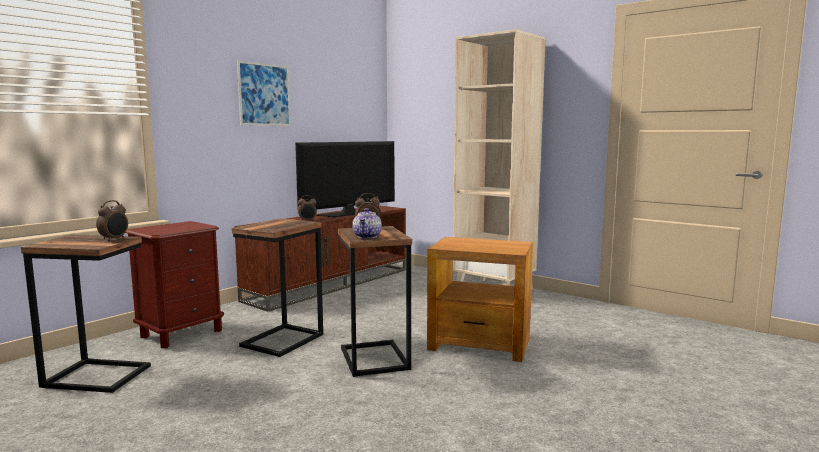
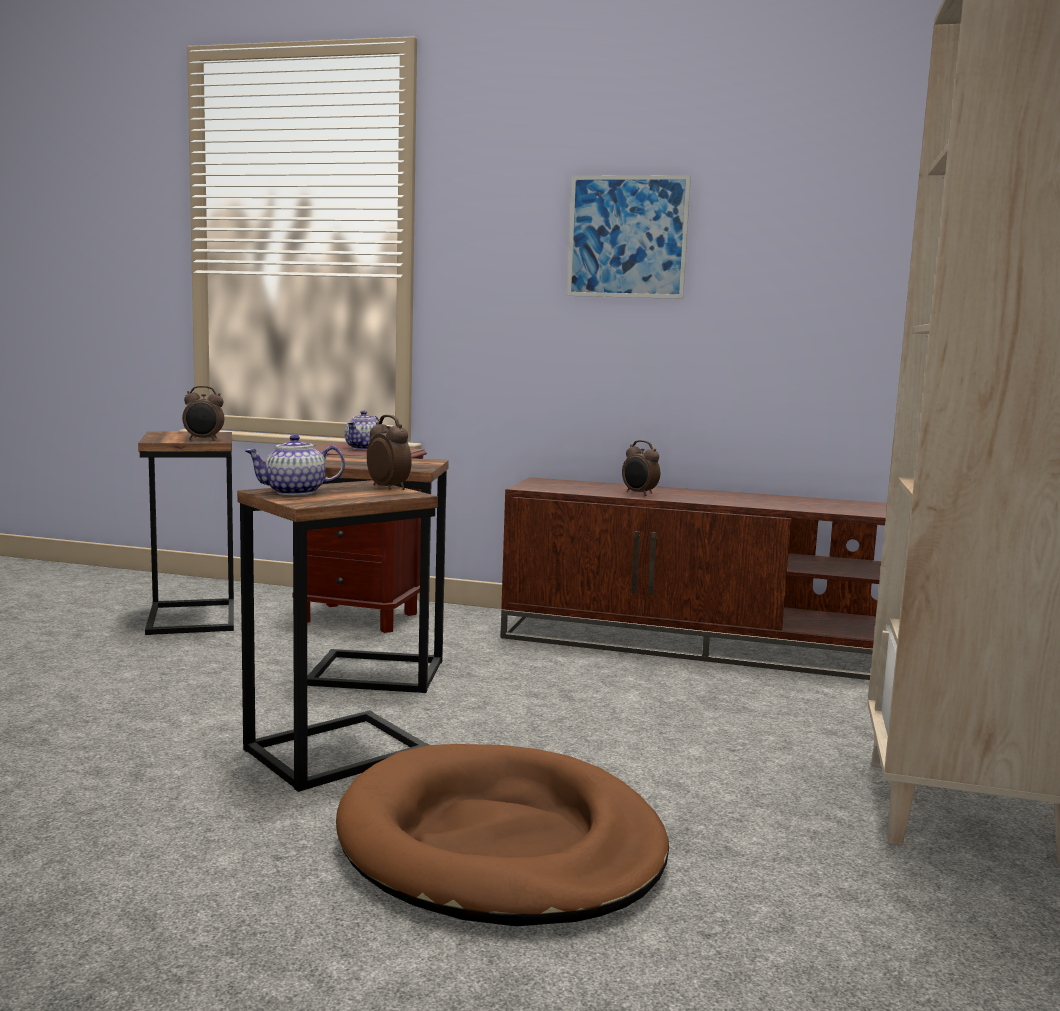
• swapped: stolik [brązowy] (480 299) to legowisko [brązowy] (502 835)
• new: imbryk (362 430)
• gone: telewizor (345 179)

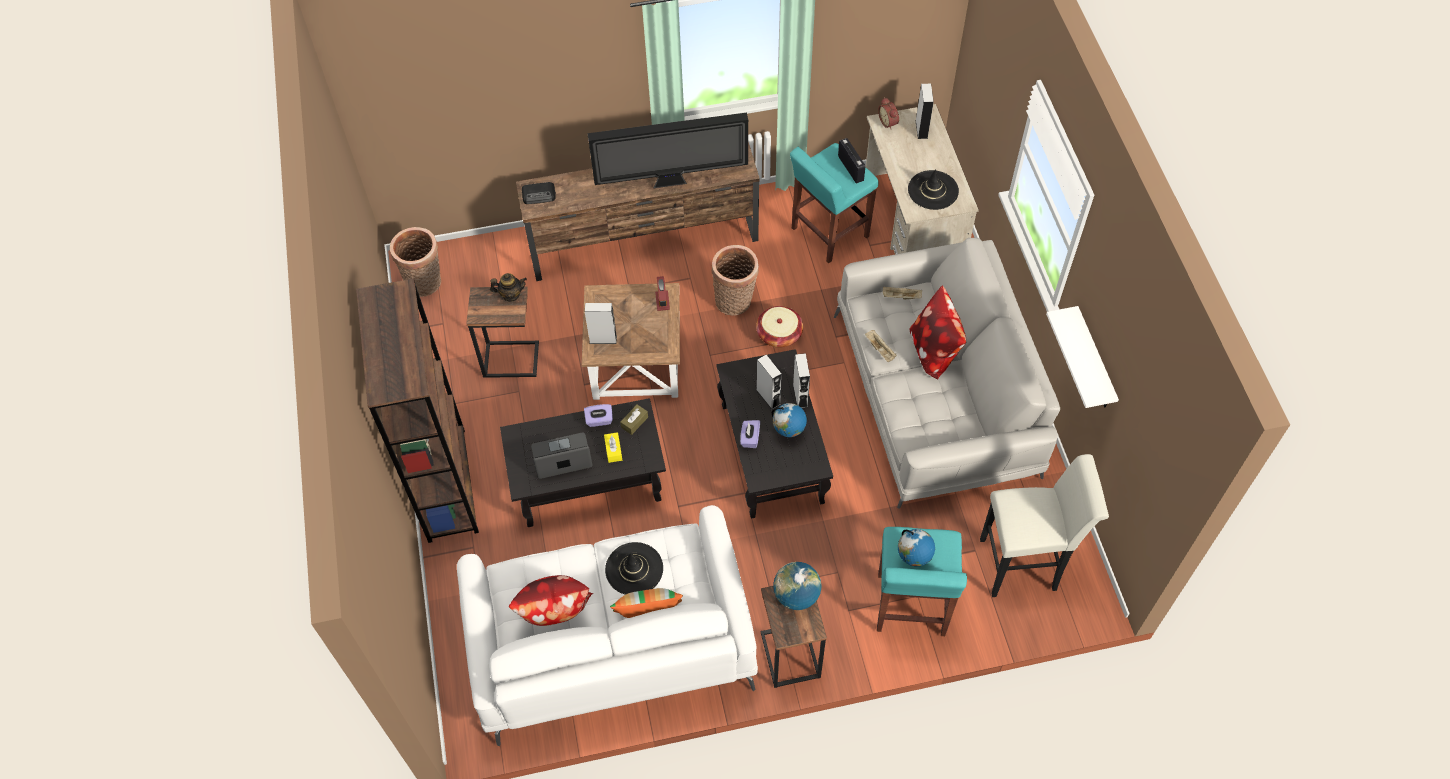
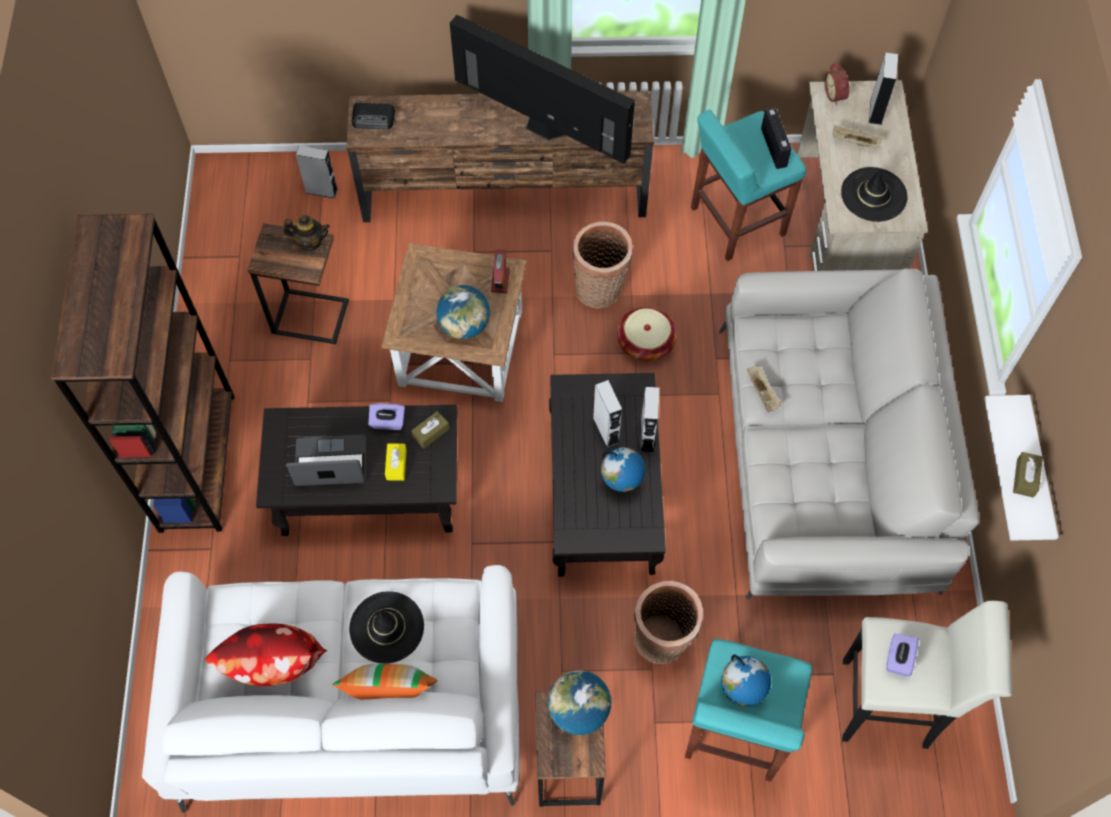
• shifted: głośnik [szary] (601 323) to (317 171)
• new: globus (463 312)
• rotated: telewizor (667 150) = (542 89) 150 degrees counterclockwise
• shifted: koszyk (415 262) to (668 622)
• shifted: taca [beżowy] (902 292) to (857 136)
• shifted: pudełko chusteczek [fioletowy] (750 434) to (902 655)
• new: pudełko chusteczek [brązowy] (1028 475)
• gone: poduszka (938 332)

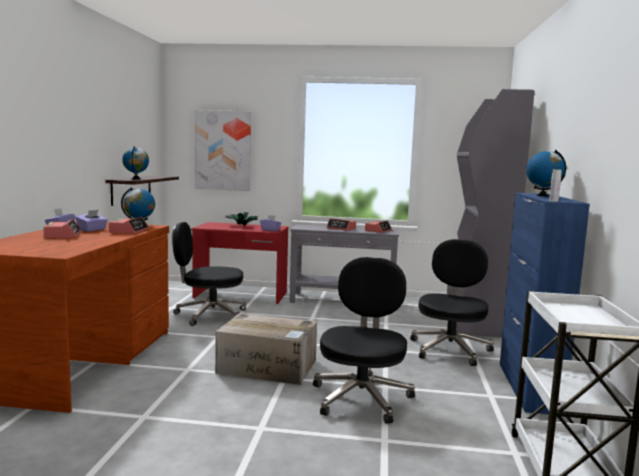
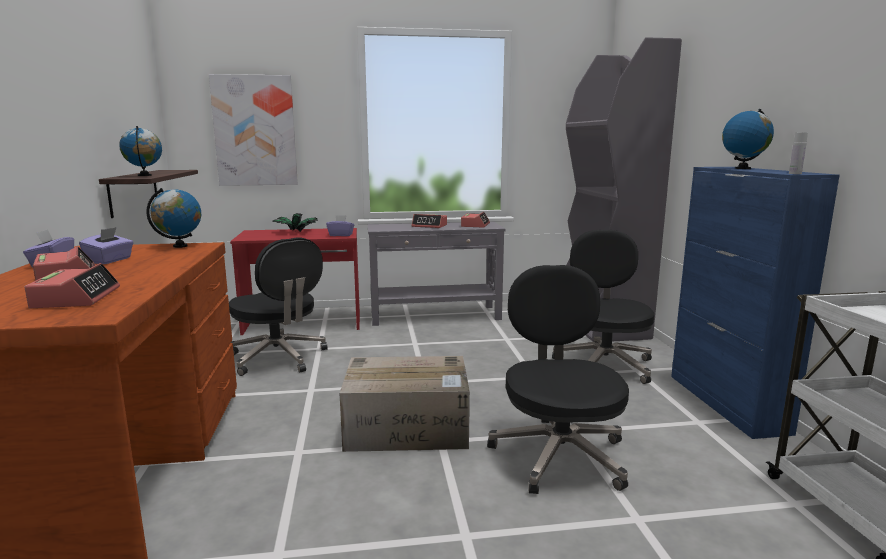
• shifted: budzik (129 225) to (72 285)
• rotated: krzesło biurowe [czarny] (209 274) = (278 307) 120 degrees counterclockwise

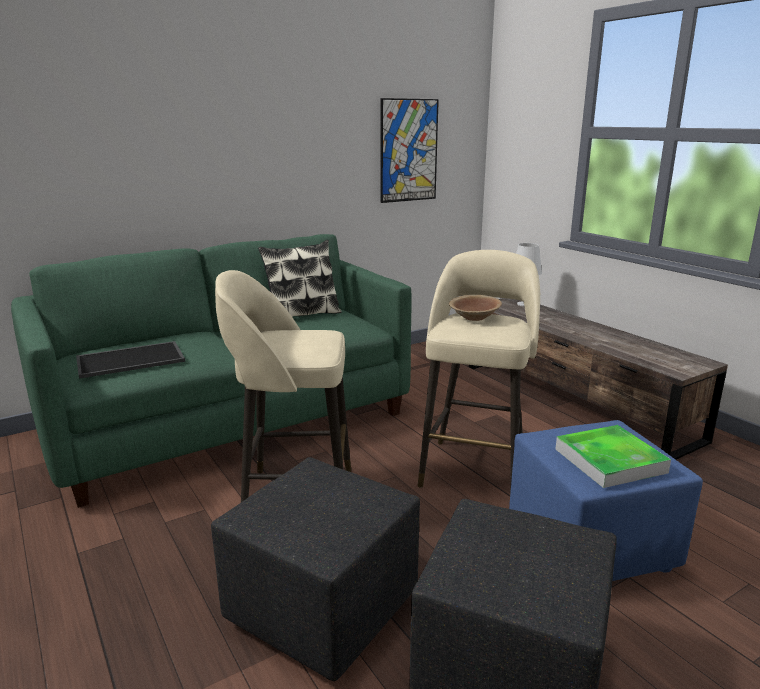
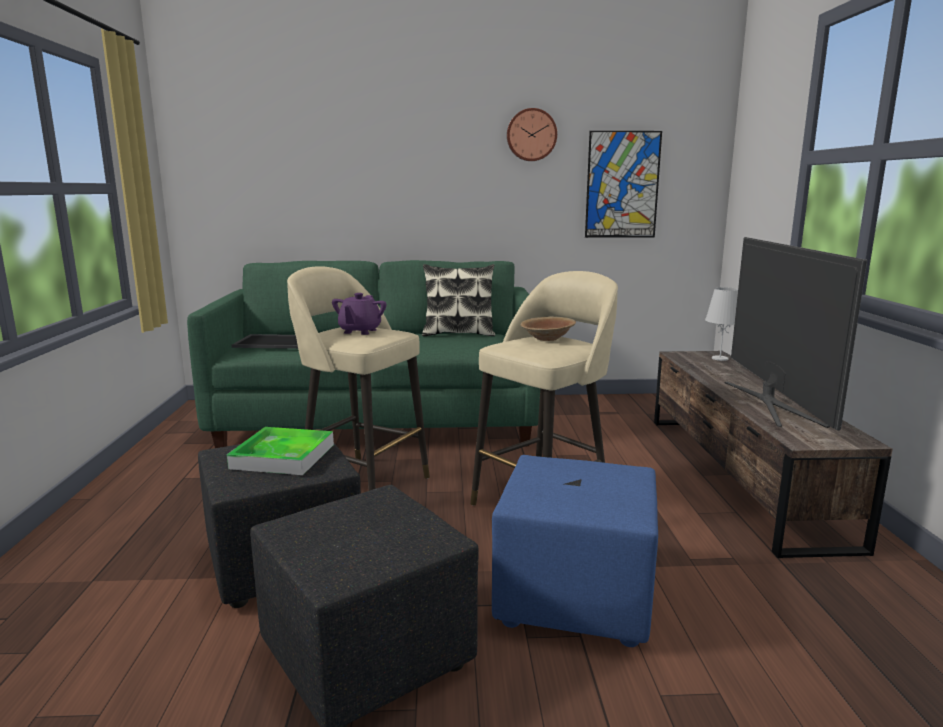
• shifted: taca (613 456) to (280 451)
• new: imbryk [fioletowy] (359 314)
• new: zegar ścienny (532 134)
• new: telewizor (796 334)

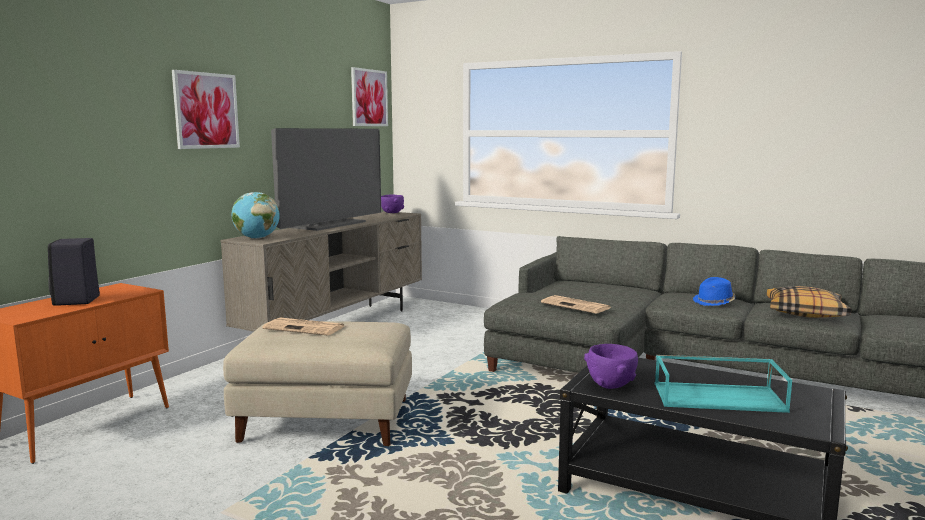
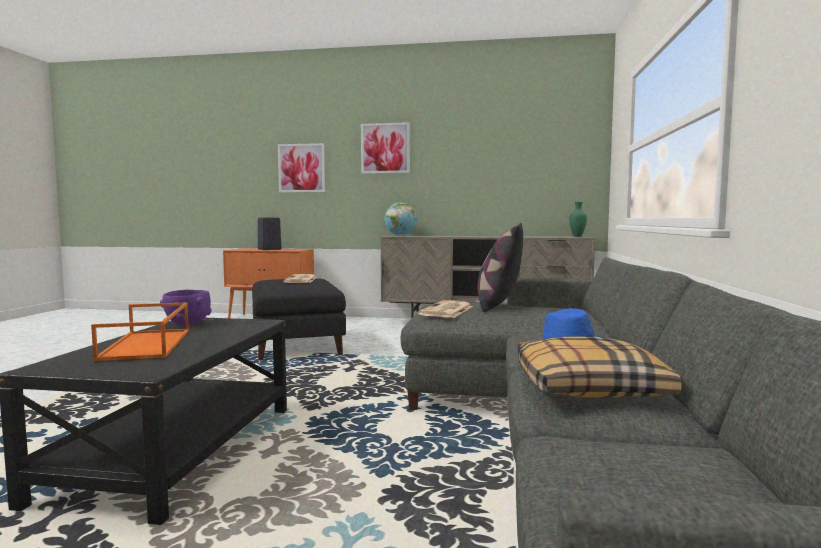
• repainted: taca [turkusowy] (723 384) to taca [pomarańczowy] (140 332)
• repainted: pufa [beżowy] (317 383) to pufa [czarny] (299 319)
• shifted: obraz (369 96) to (301 167)
• new: poduszka (500 267)
• swapped: miska [fioletowy] (392 203) to wazon [zielony] (578 219)
• gone: telewizor (326 179)

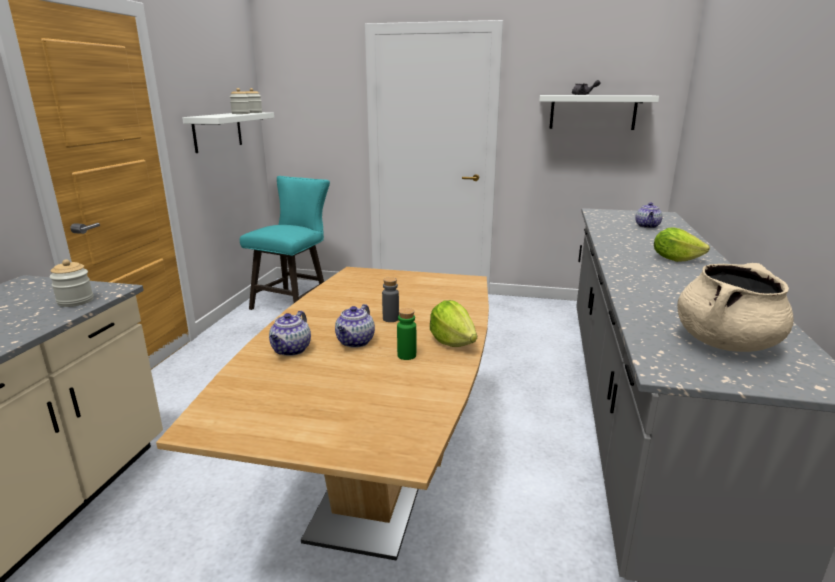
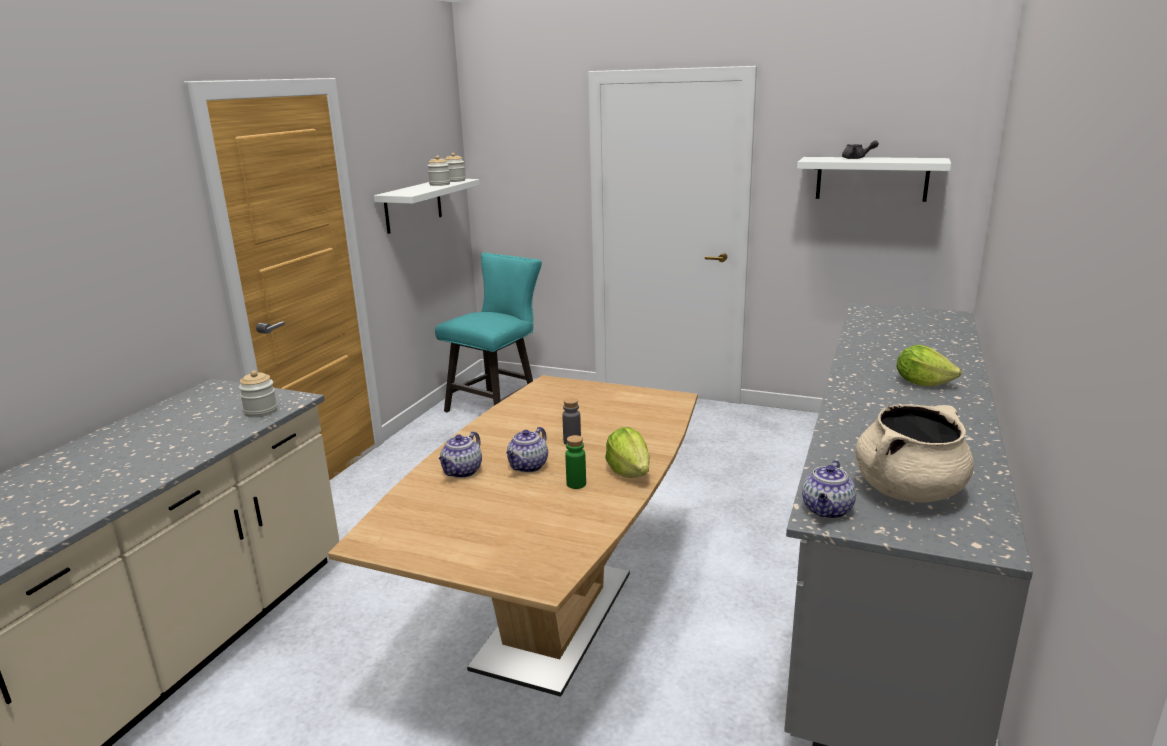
• shifted: imbryk (649 215) to (829 489)

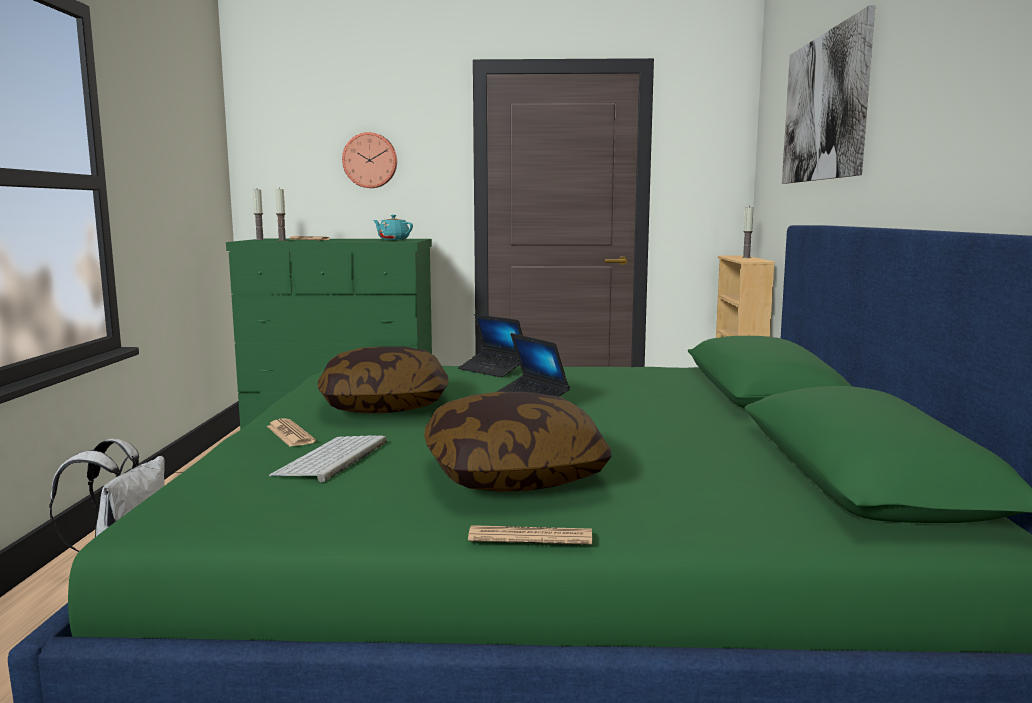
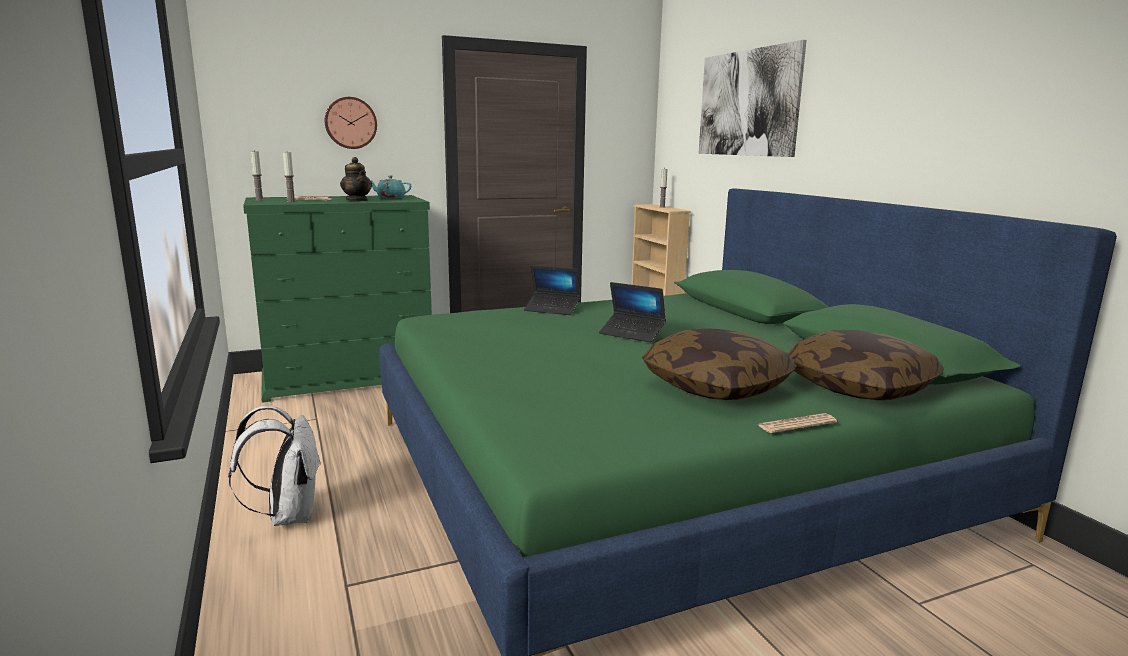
• new: imbryk (356 179)
• shifted: poduszka (383 379) to (866 364)
• gone: gazeta (291 433)
• gone: klawiatura (328 458)

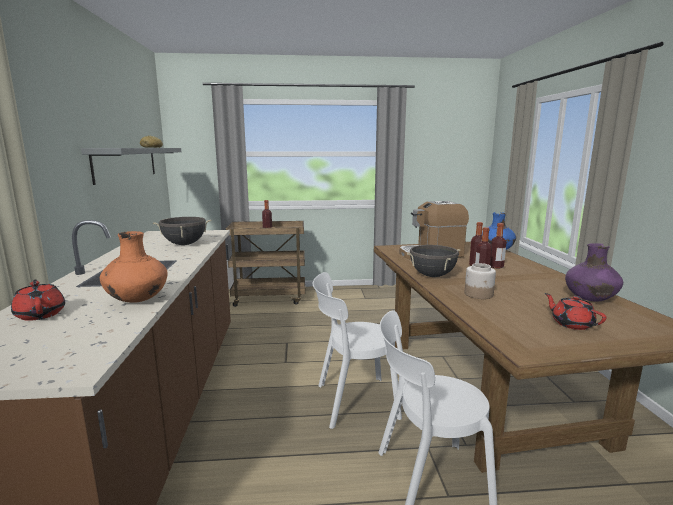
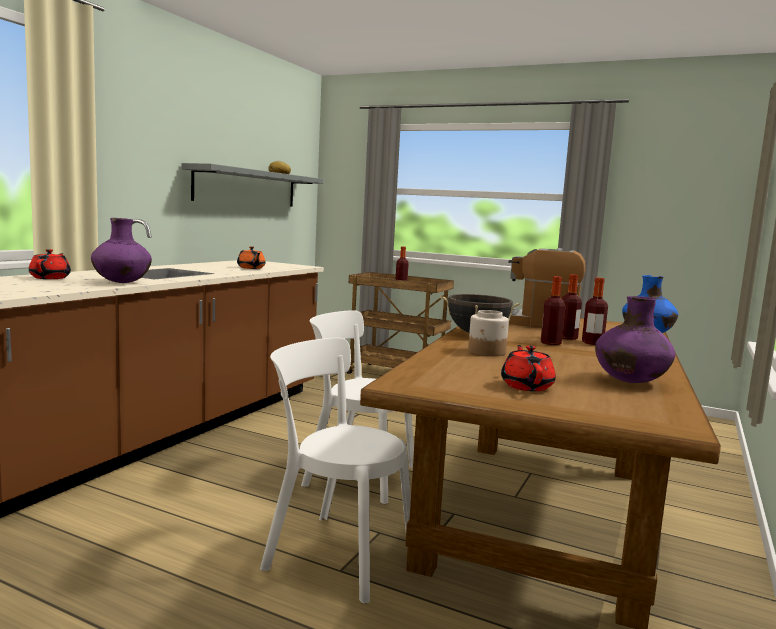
• repainted: wazon [pomarańczowy] (134 267) to wazon [fioletowy] (121 250)
• swapped: garnek [czarny] (182 231) to imbryk [pomarańczowy] (251 257)

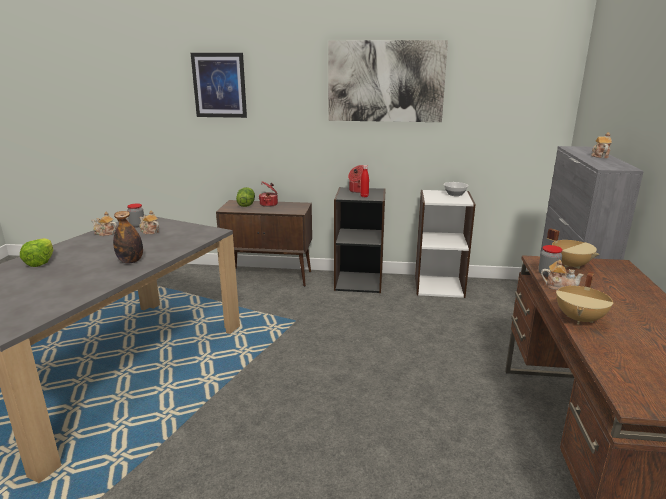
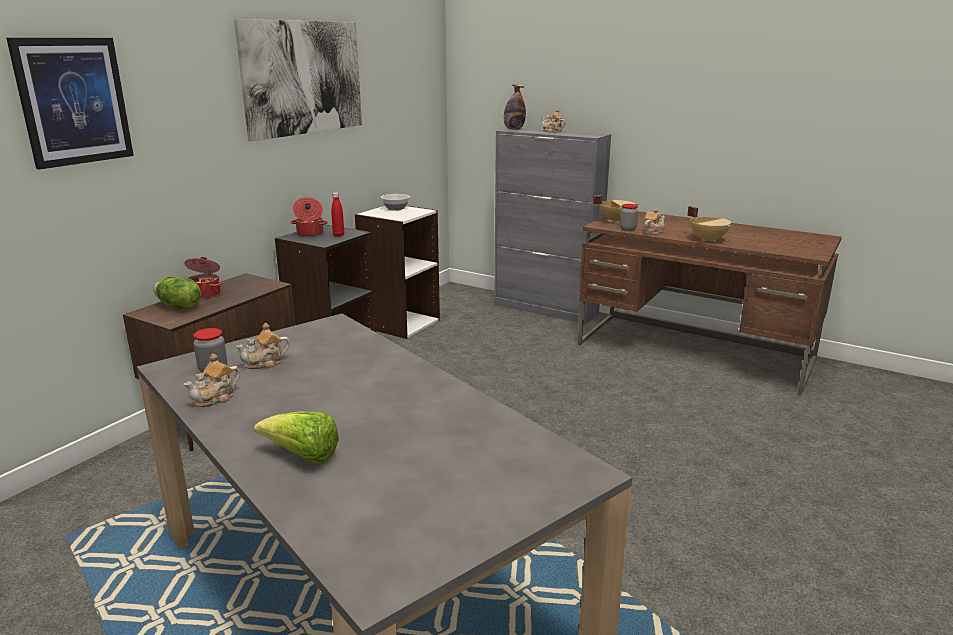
• shifted: butelka (128 237) to (515 107)

